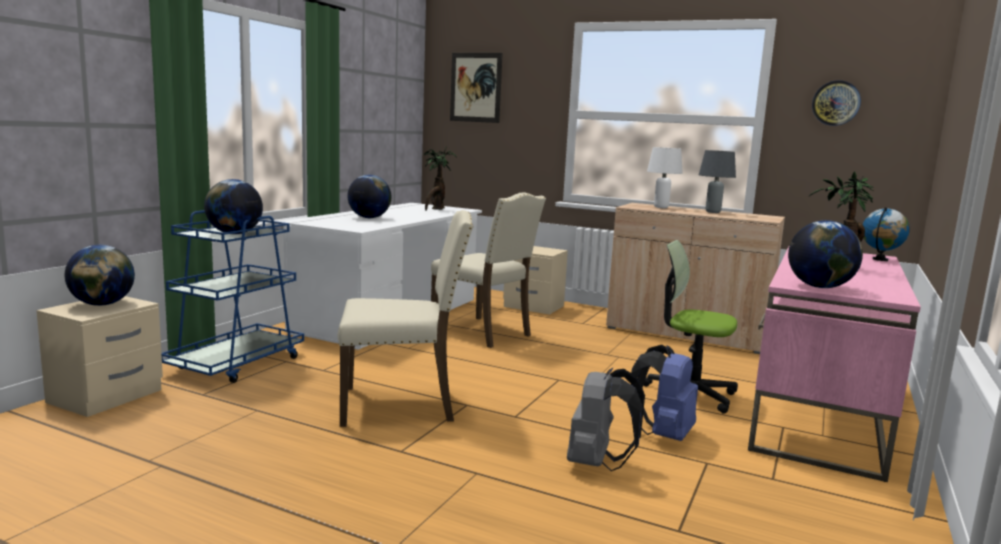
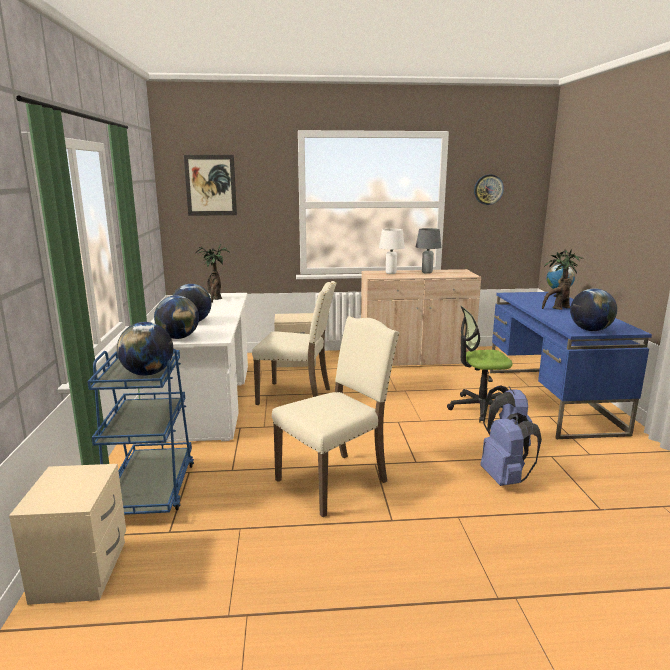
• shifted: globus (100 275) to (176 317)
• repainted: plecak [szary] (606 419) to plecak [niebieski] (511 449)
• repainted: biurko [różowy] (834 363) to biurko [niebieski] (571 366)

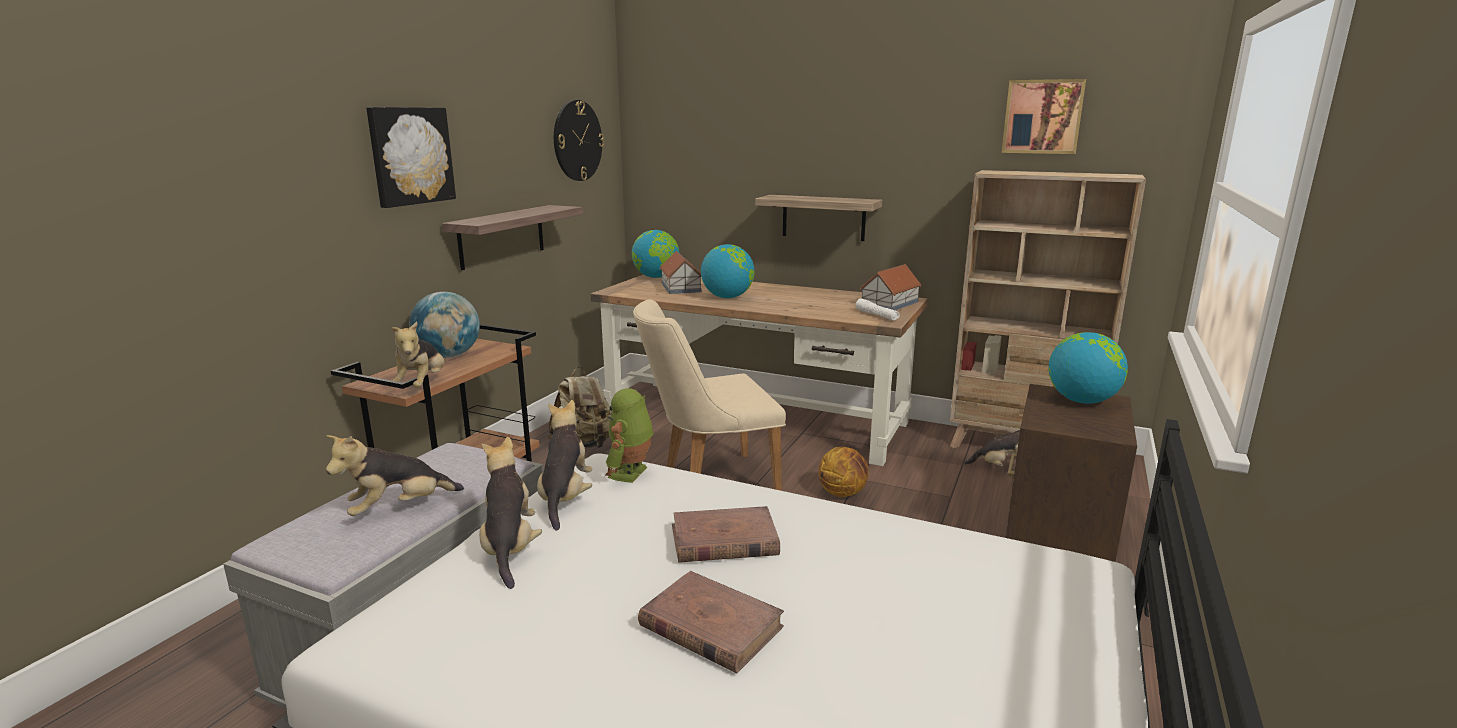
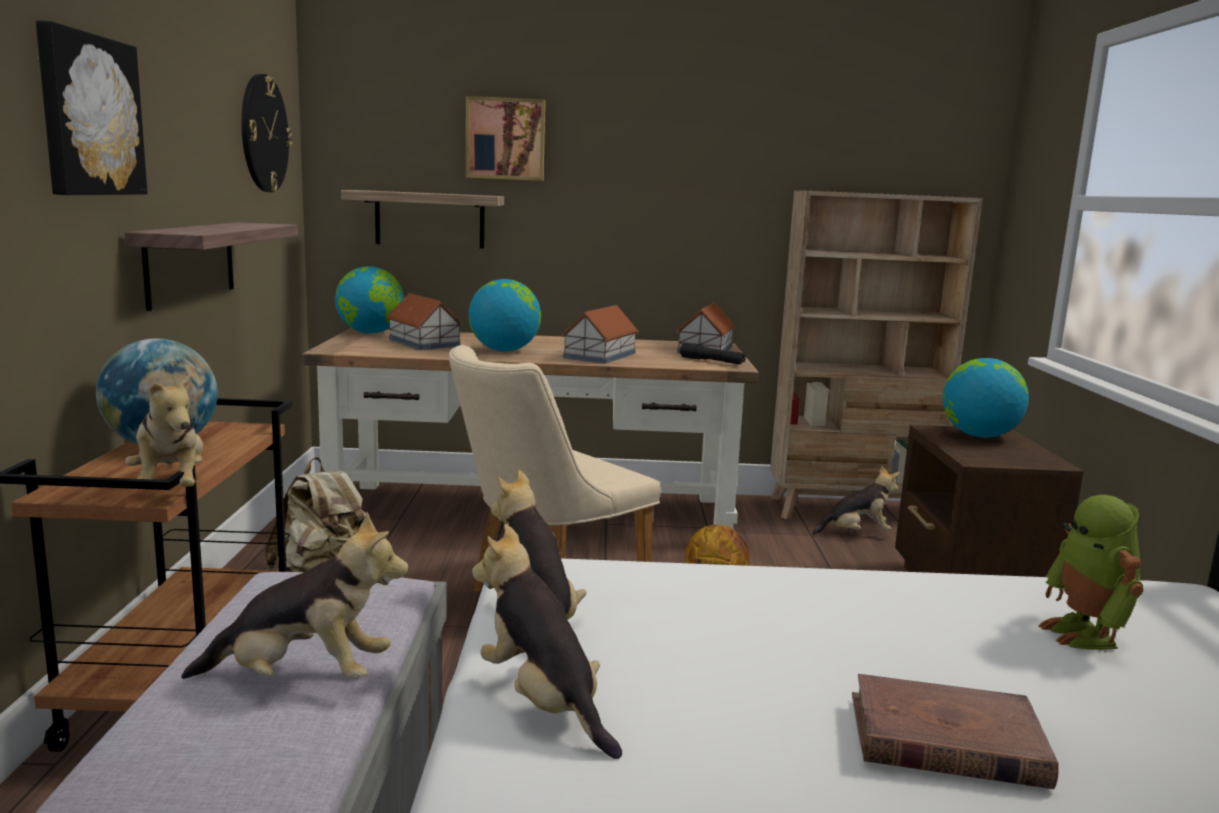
• rotated: pluszak (395 475) = (295 595) 120 degrees counterclockwise
• shifted: półka (818 218) to (422 219)
• shifted: obraz (1044 116) to (505 138)
• new: domek (600 334)
• repainted: latarka [biały] (877 309) to latarka [czarny] (713 353)
• shifted: robot zabawkowy (629 435) to (1091 572)
• gone: książka [brązowy] (726 534)

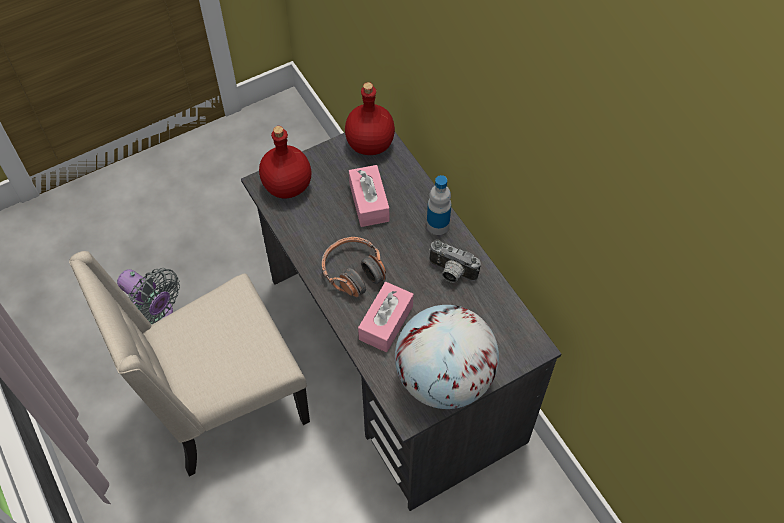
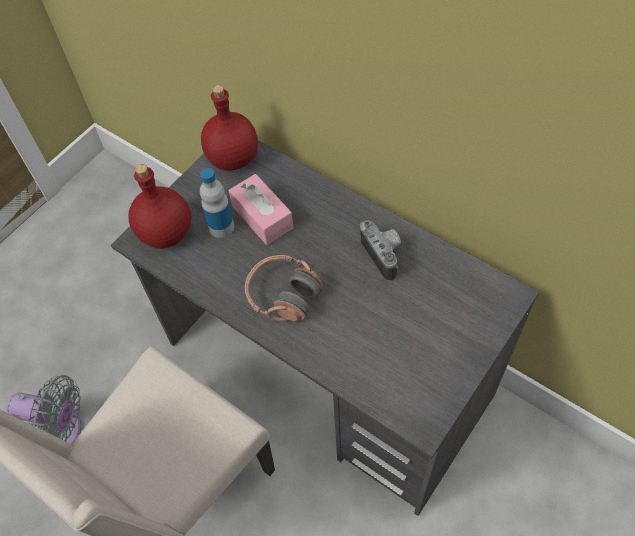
• shifted: butelka (439 205) to (217 203)
• rotated: aparat fotograficzny (455 261) = (380 250) 120 degrees counterclockwise
• gone: pudełko chusteczek [różowy] (386 317)
• gone: globus (447 357)

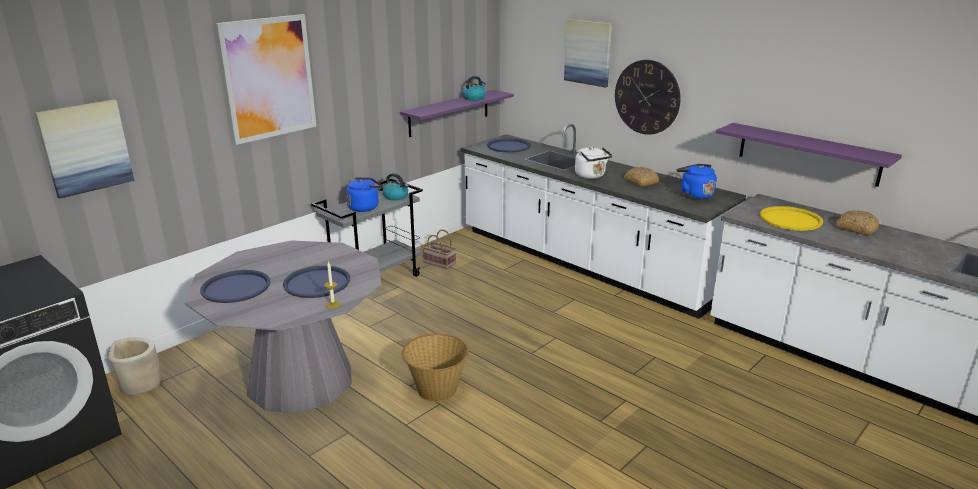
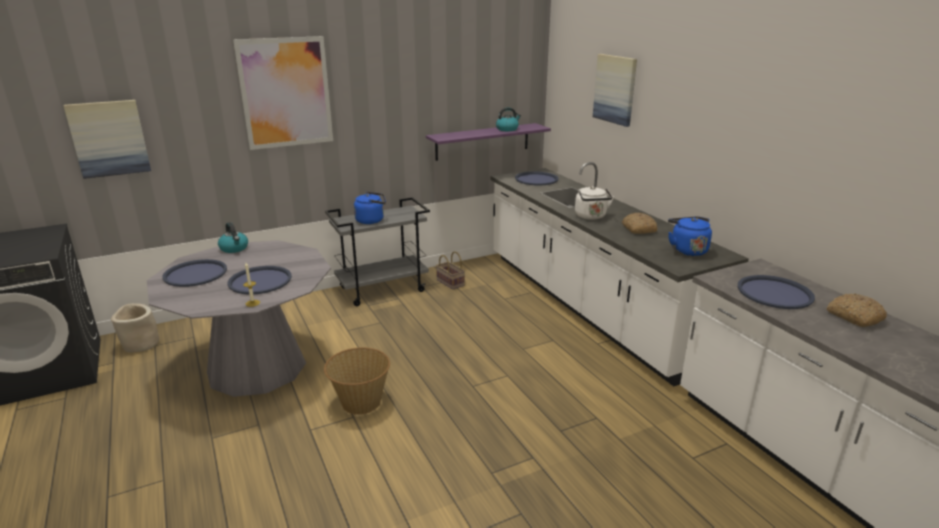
• shifted: czajnik (396 186) to (233 237)
• repainted: taca [żółty] (791 218) to taca [niebieski] (776 292)
• gone: zegar ścienny (648 97)
• gone: półka [fioletowy] (809 155)

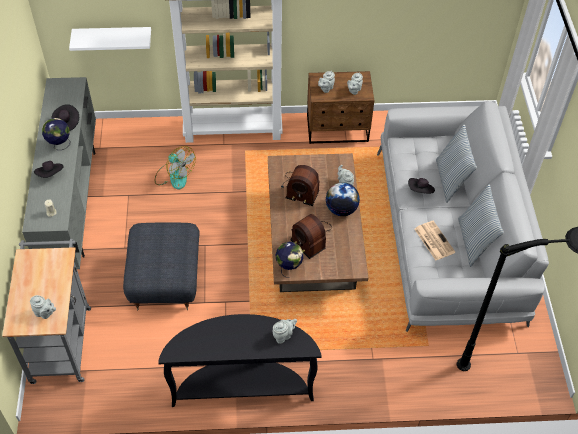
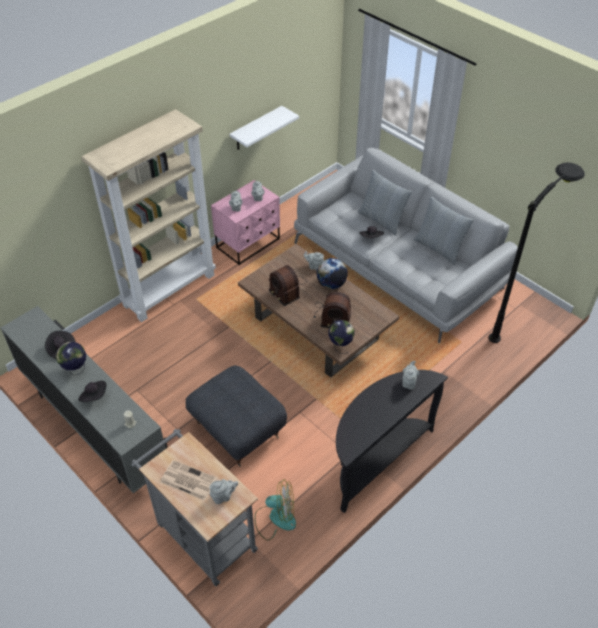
• shifted: gazeta (434 241) to (188 480)
• repainted: szafka nocna [brązowy] (340 107) to szafka nocna [różowy] (245 222)
• shifted: półka [biały] (110 39) to (264 128)
• shifted: wentylator (175 168) to (275 509)
• rotated: radio (300 185) = (288 285) 75 degrees clockwise

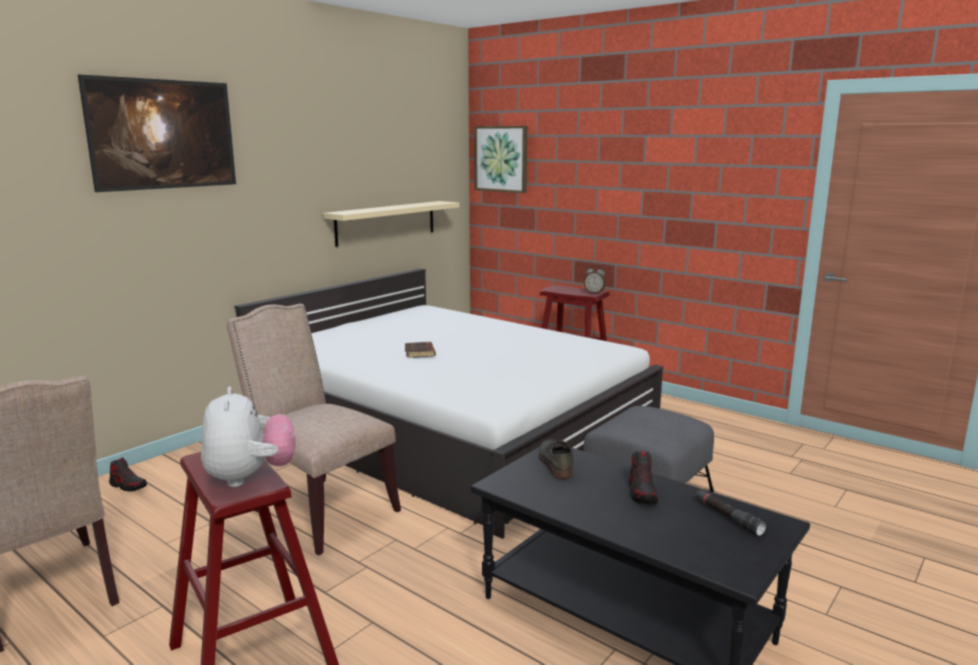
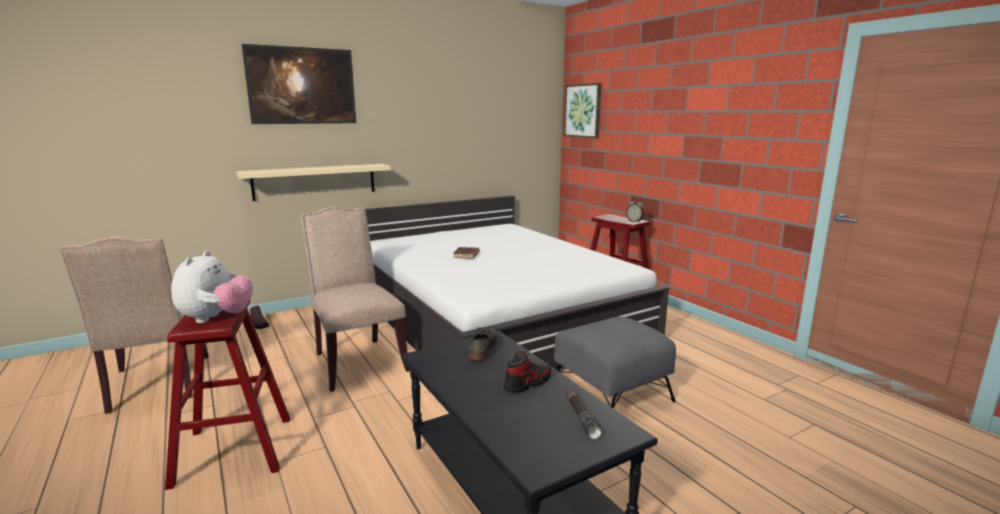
• shifted: półka [beżowy] (391 224) to (313 182)
• rotated: but (643 477) = (527 372) 150 degrees counterclockwise

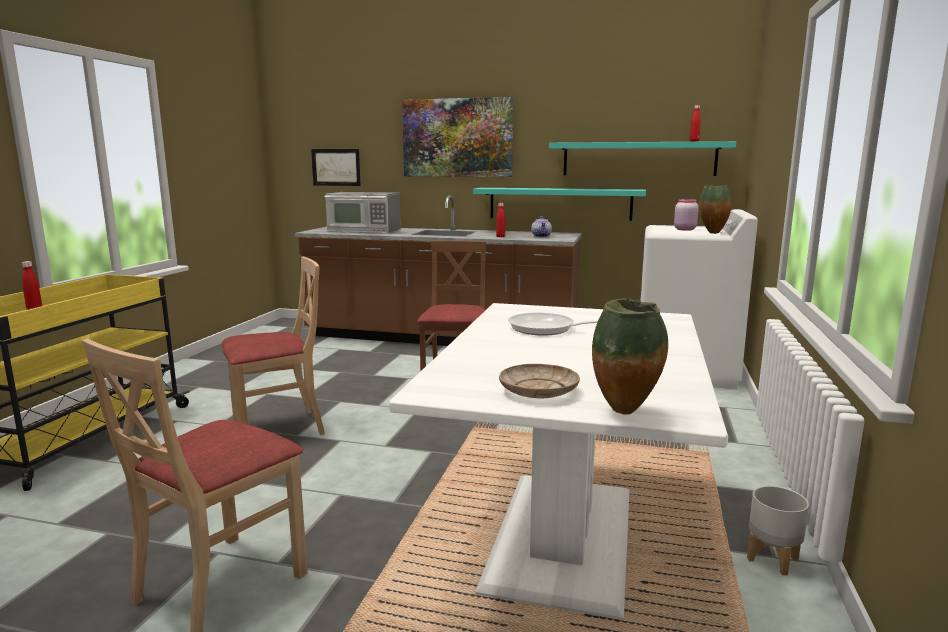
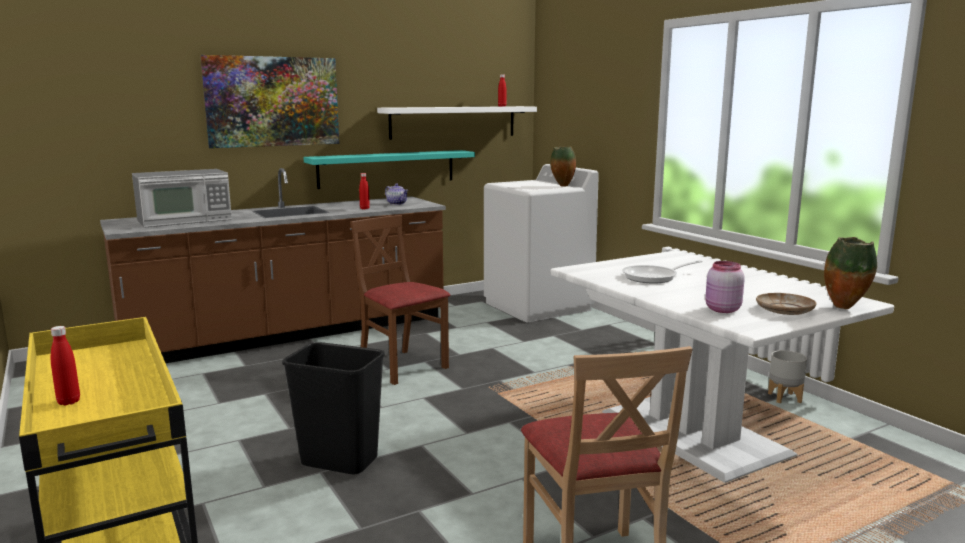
• swapped: krzesło [beżowy] (273 346) to kosz na śmieci [czarny] (333 408)
• repainted: półka [turkusowy] (642 158) to półka [biały] (457 123)
• shifted: słoik [różowy] (686 215) to (725 287)
• gone: obraz (336 167)

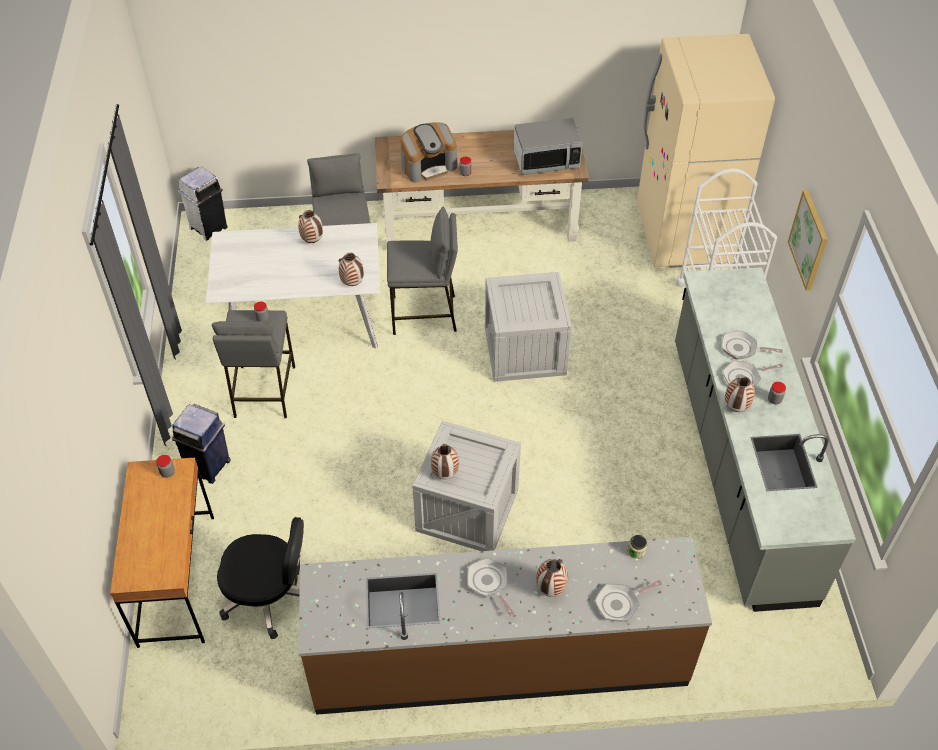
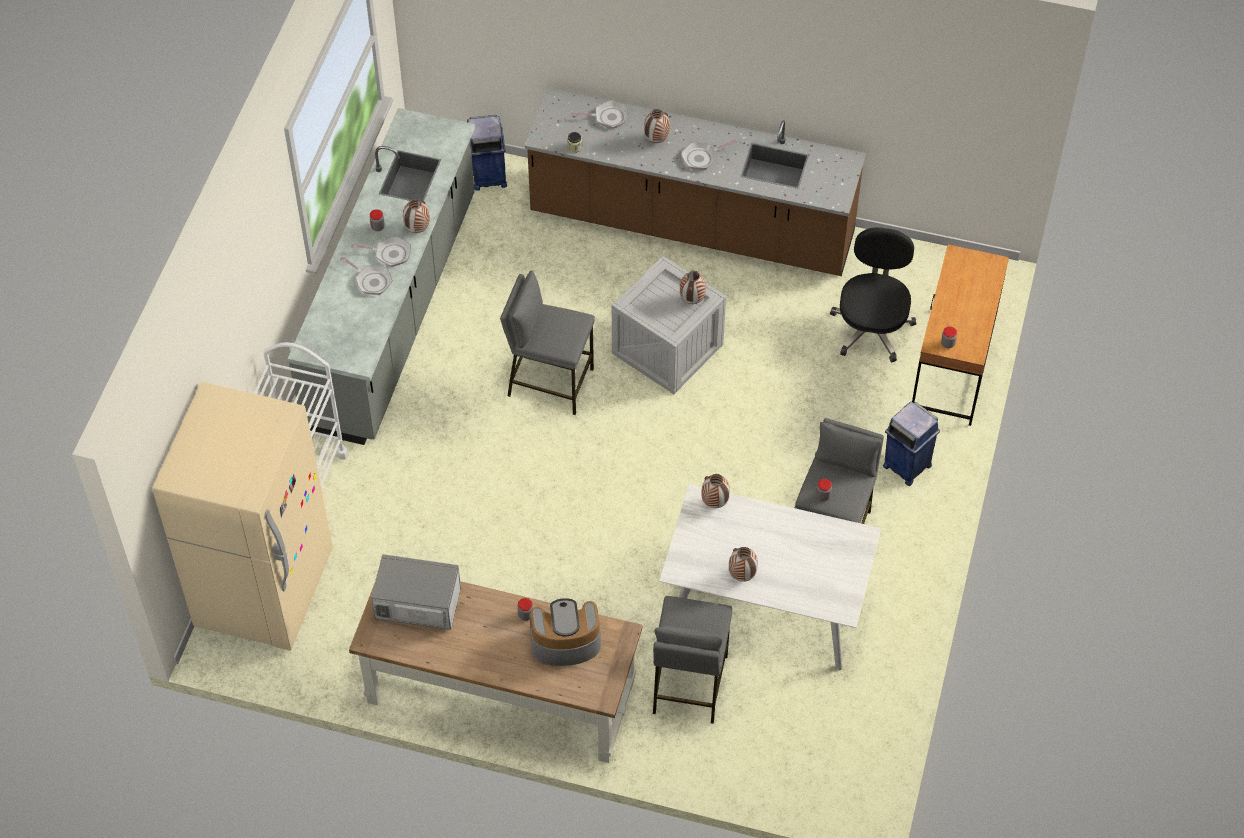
• new: kosz na śmieci [niebieski] (487 152)
• shifted: stołek [szary] (422 271) to (547 343)
• rotated: patelnia (490 586) = (709 155) 75 degrees clockwise
• rotated: krzesło biurowe [czarny] (260 578) = (873 295) 75 degrees clockwise
• gone: kosz na śmieci [biały] (203 203)
• gone: skrzynka (528 327)
• gone: obraz (808 240)

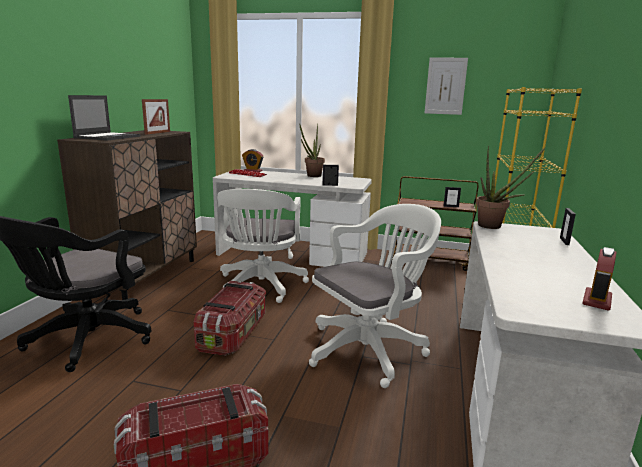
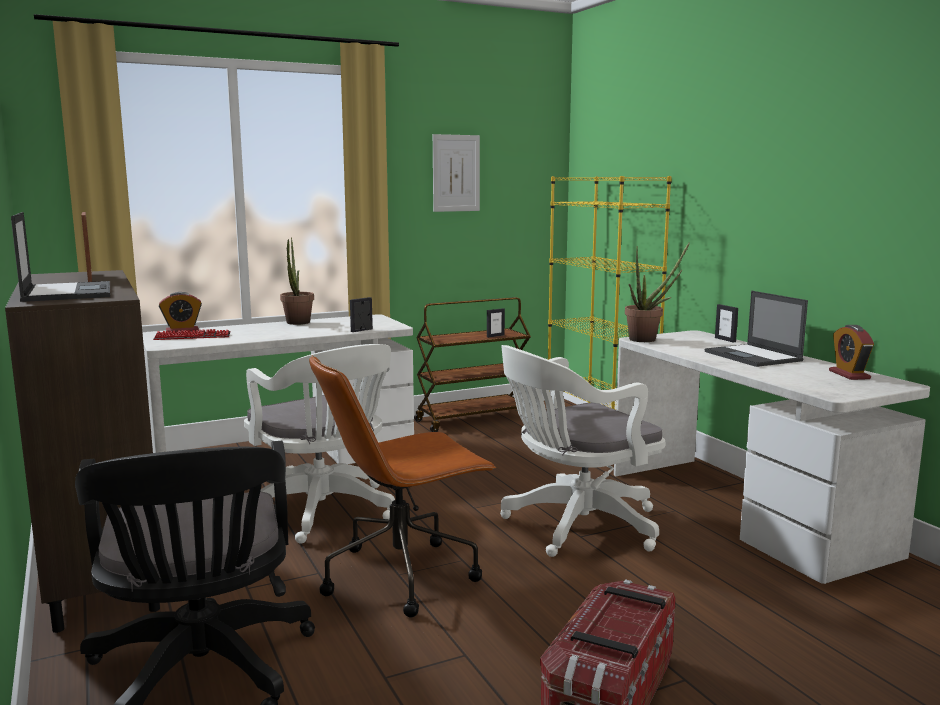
• swapped: pojemnik do przechowywania (230 318) to krzesło biurowe [brązowy] (403 486)
• rotated: krzesło biurowe [biały] (375 296) = (582 451) 135 degrees counterclockwise
• new: laptop (756 329)

